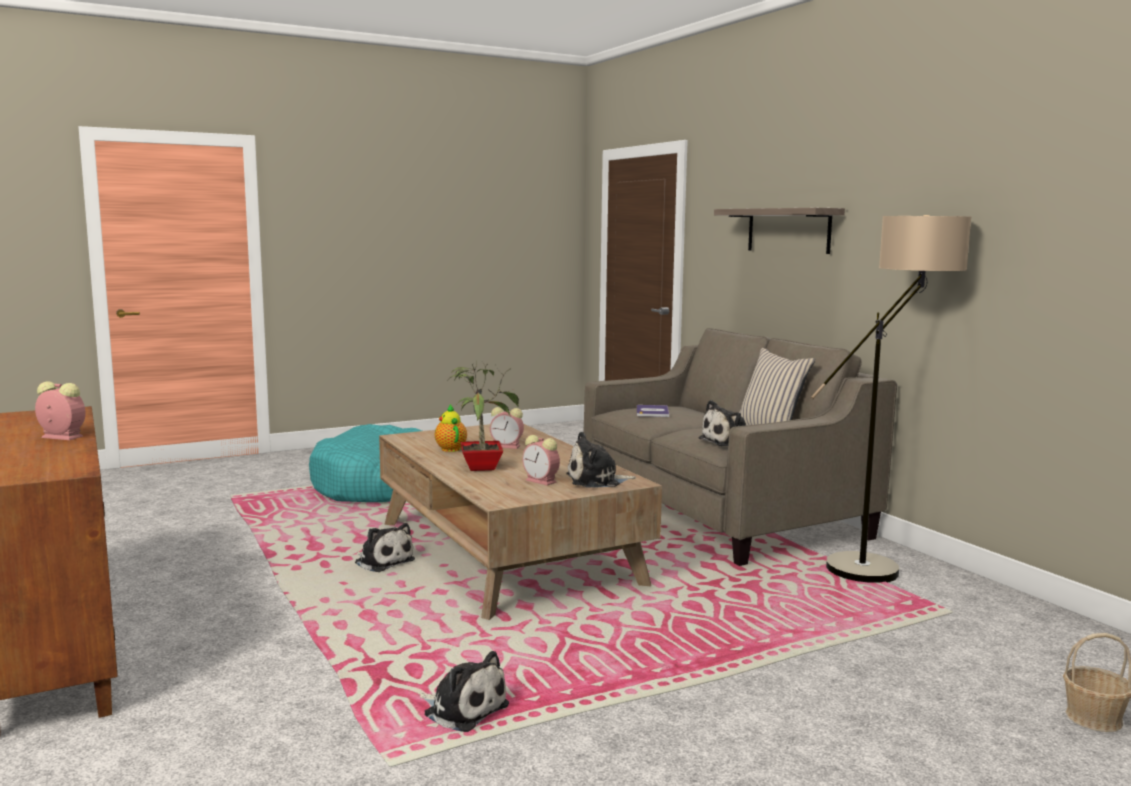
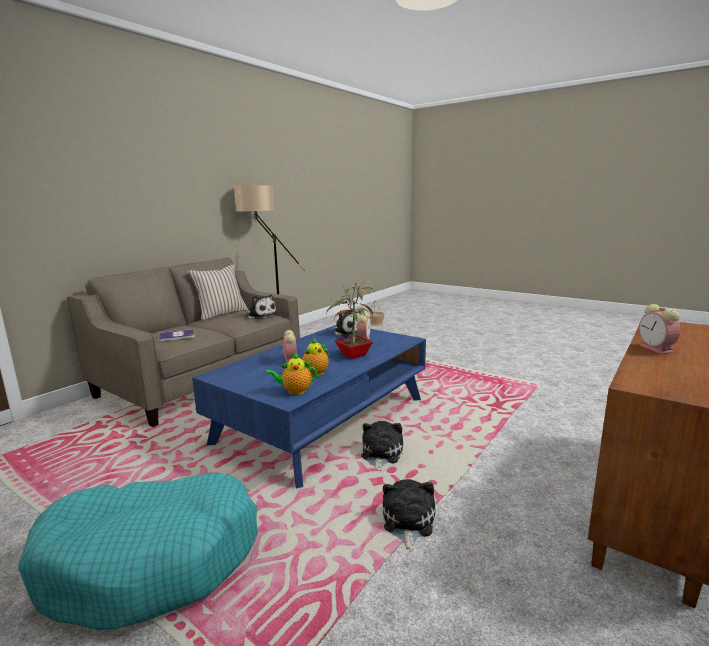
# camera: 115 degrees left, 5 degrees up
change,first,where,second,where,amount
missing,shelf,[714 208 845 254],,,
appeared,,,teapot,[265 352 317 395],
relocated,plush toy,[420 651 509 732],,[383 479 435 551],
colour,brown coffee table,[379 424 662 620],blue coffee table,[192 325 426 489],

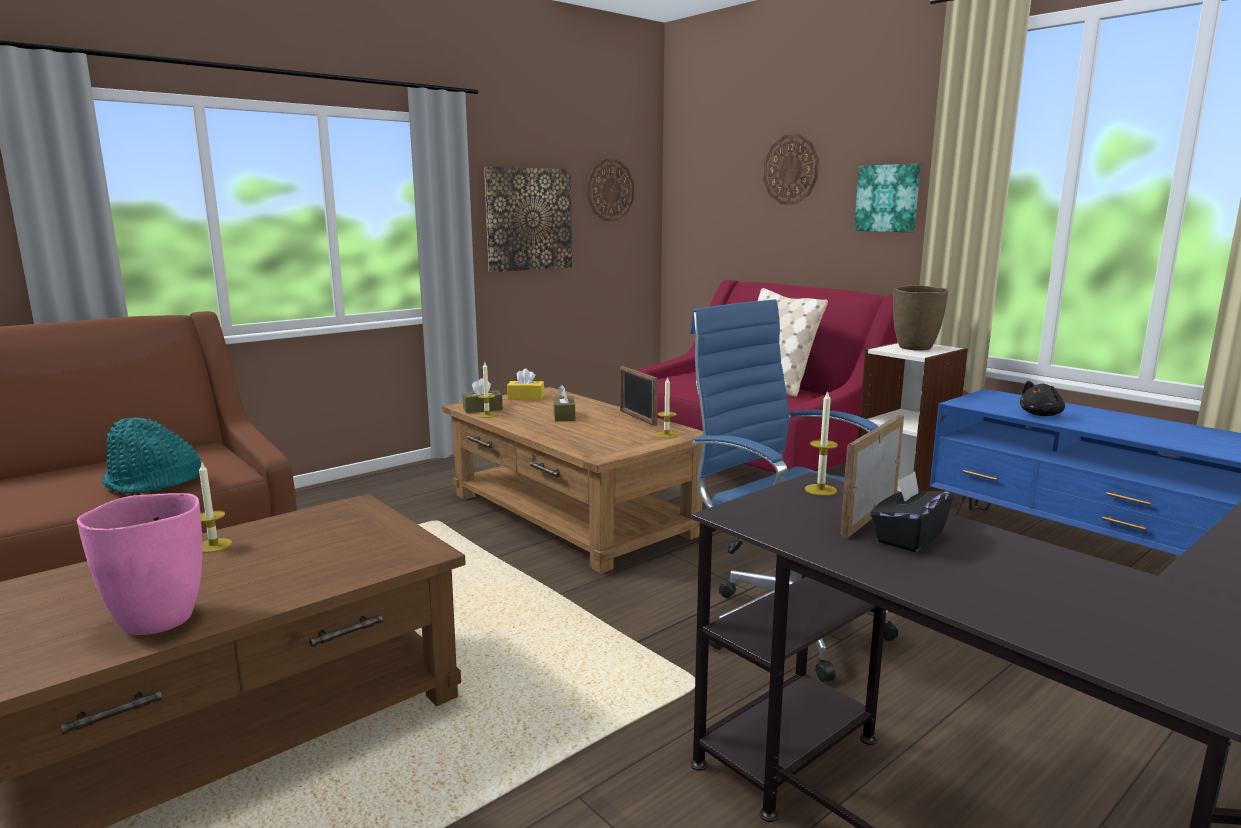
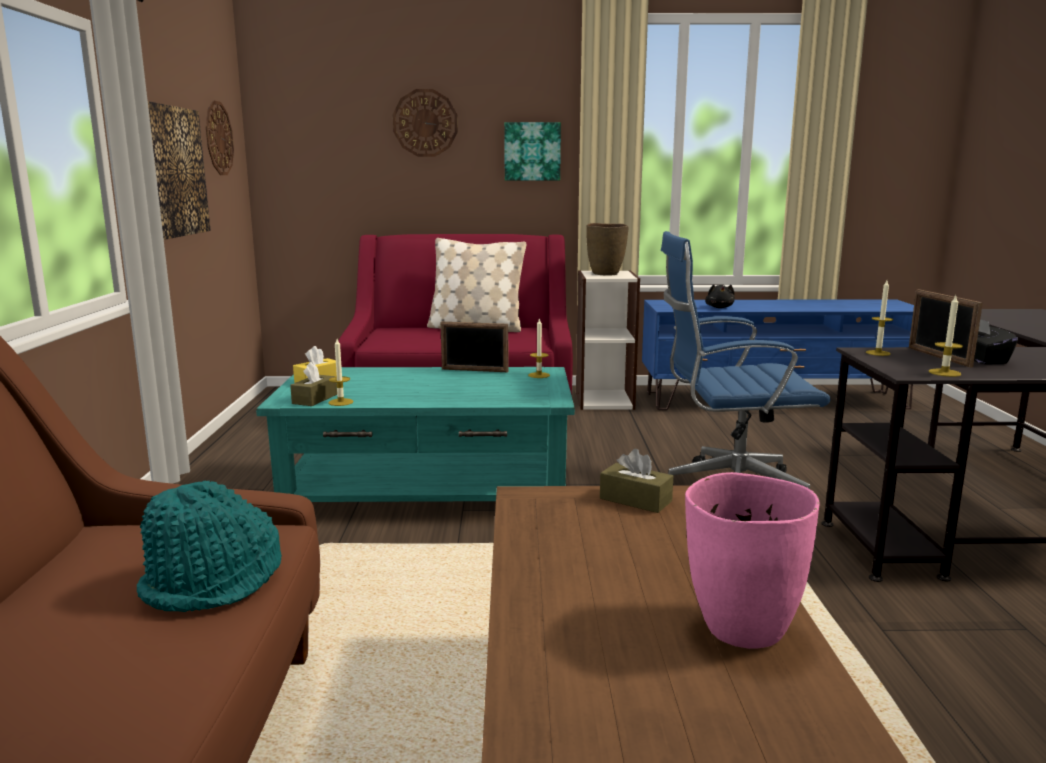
# camera: 50 degrees left, 0 degrees up
change,first,where,second,where,amount
relocated,candle,[199 463 232 553],,[929 296 963 377],
relocated,brown tissue box,[553 385 575 421],,[600 449 673 513],
colour,brown coffee table,[442 387 703 574],turquoise coffee table,[256 367 575 502],

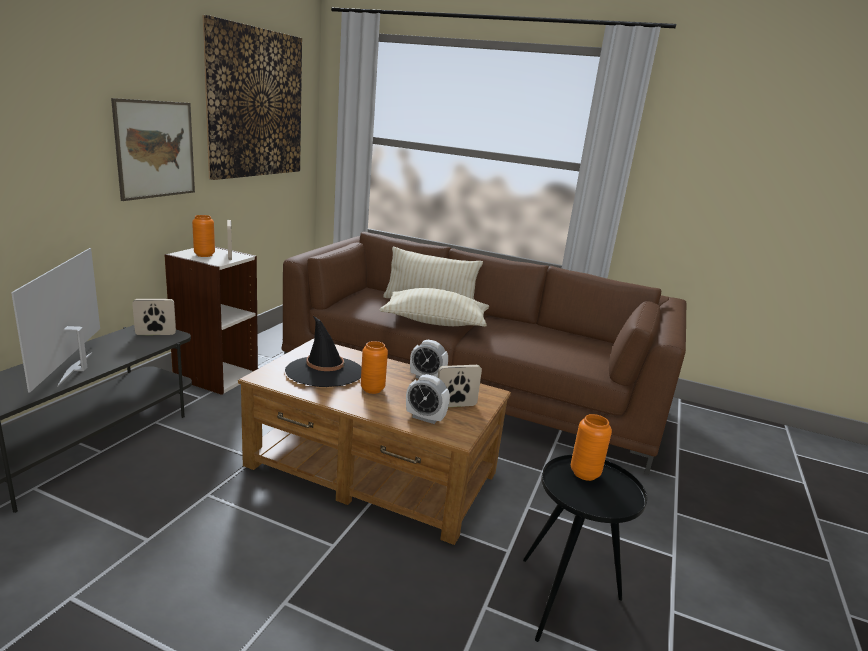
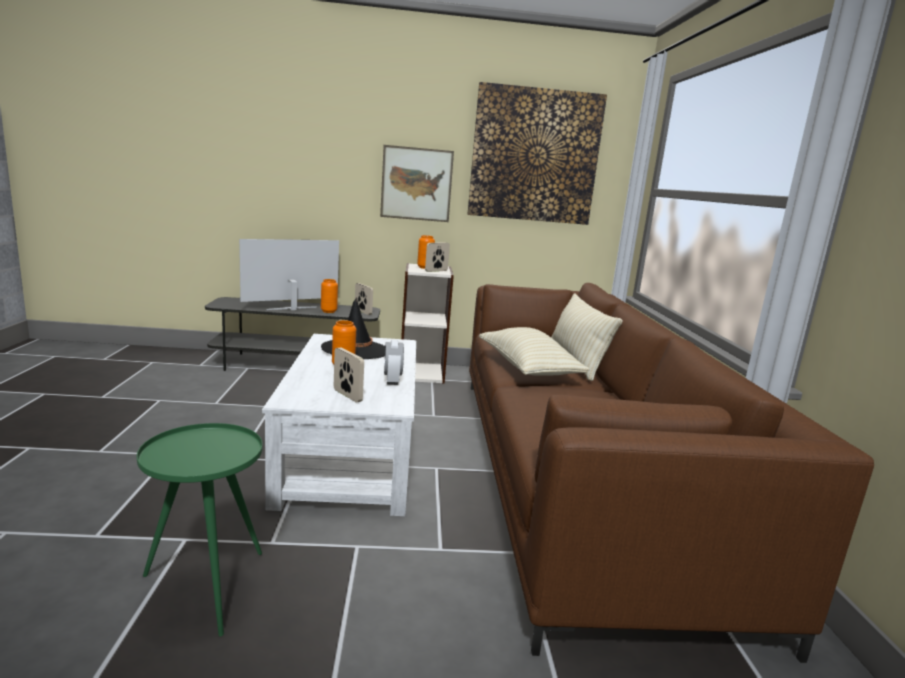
# camera: 65 degrees right, 5 degrees down
change,first,where,second,where,amount
missing,alarm clock,[406 374 450 424],,,
relocated,orange vase,[571 414 612 481],,[321 279 338 313],
colour,brown coffee table,[238 338 511 545],white coffee table,[262 334 416 516],
colour,black side table,[523 455 647 642],green side table,[137 423 262 636],

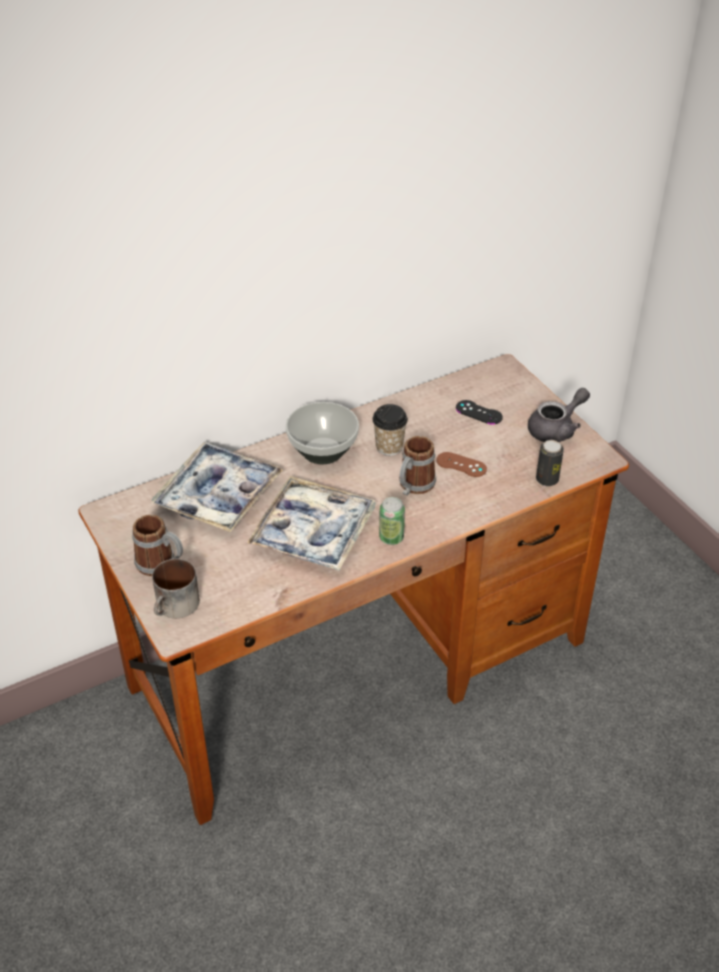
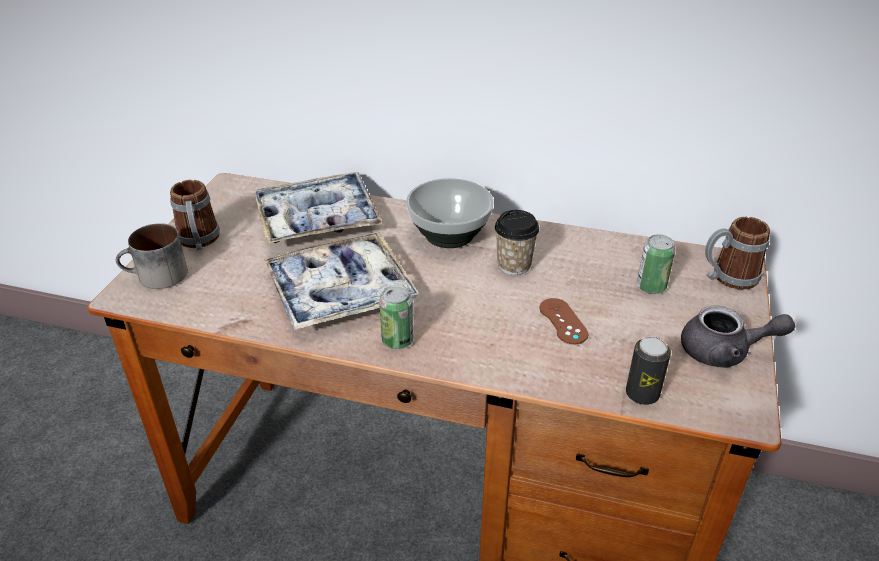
# camera: 45 degrees right, 5 degrees down
change,first,where,second,where,amount
relocated,mug,[399 436 436 496],,[705 217 770 290],
exchanged,black game controller,[456 400 503 425],can,[637 234 675 294],

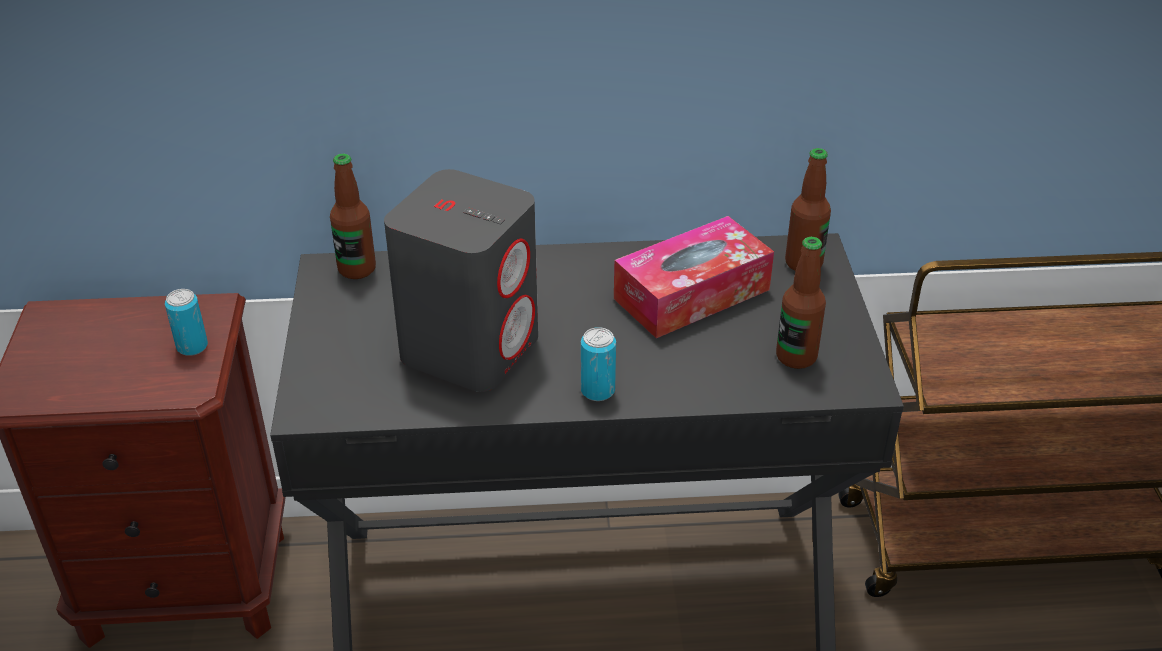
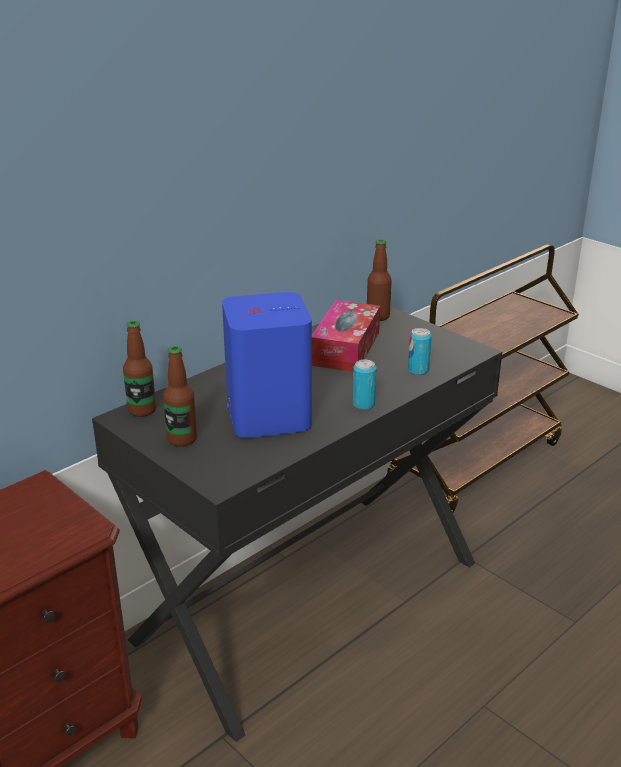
# camera: 40 degrees left, 10 degrees down
change,first,where,second,where,amount
relocated,can,[165 289 208 356],,[408 328 432 375],
relocated,bottle,[776 237 826 369],,[163 346 197 447],
colour,grey speaker,[384 169 538 392],blue speaker,[222 292 312 438],

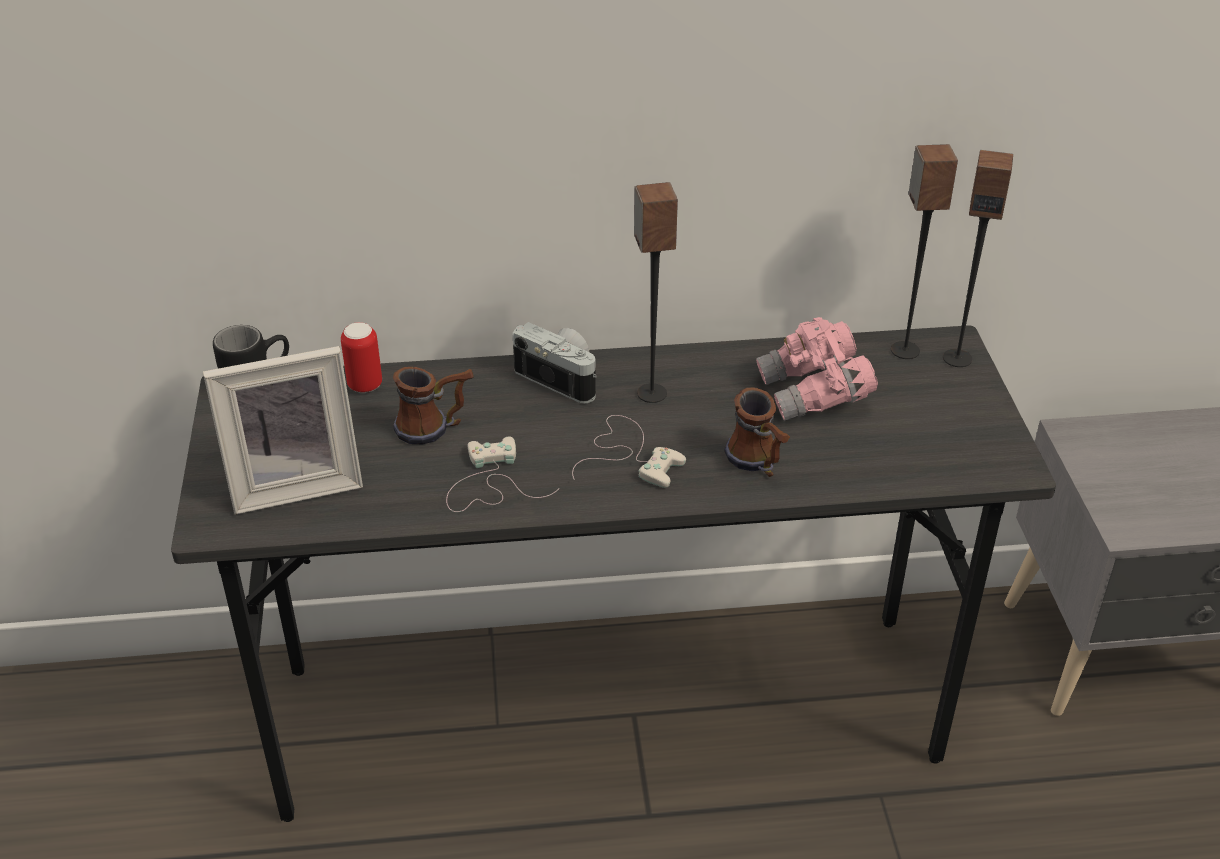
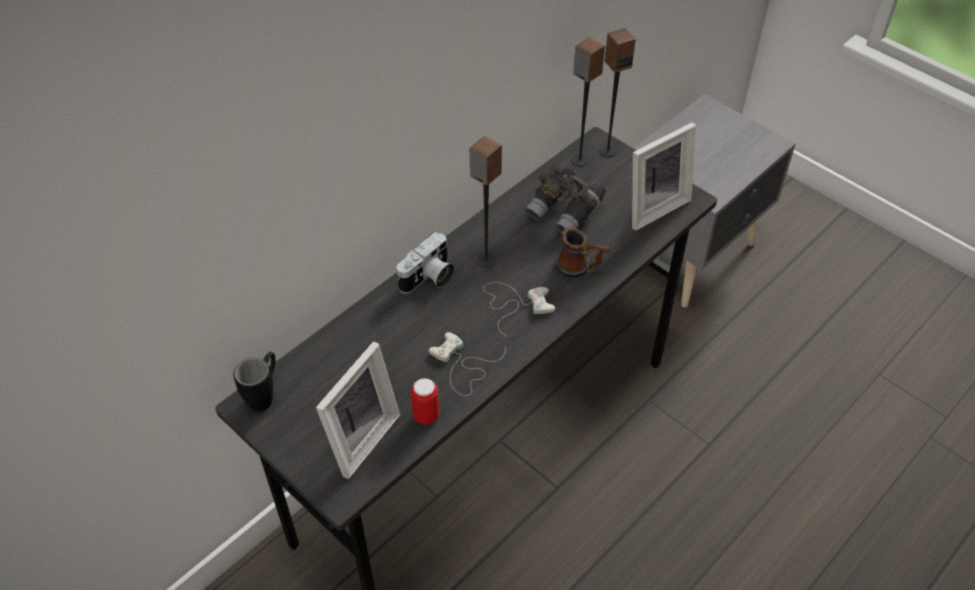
# camera: 40 degrees left, 10 degrees up
change,first,where,second,where,amount
missing,mug,[393 367 473 444],,,
appeared,,,picture frame,[632 122 696 231],
relocated,can,[341 322 382 393],,[411 378 439 425],
colour,pink binoculars,[756 317 878 421],grey binoculars,[525 163 606 234],
spun,photo camera,[513 322 597 403],,[397 232 455 294],135 degrees clockwise

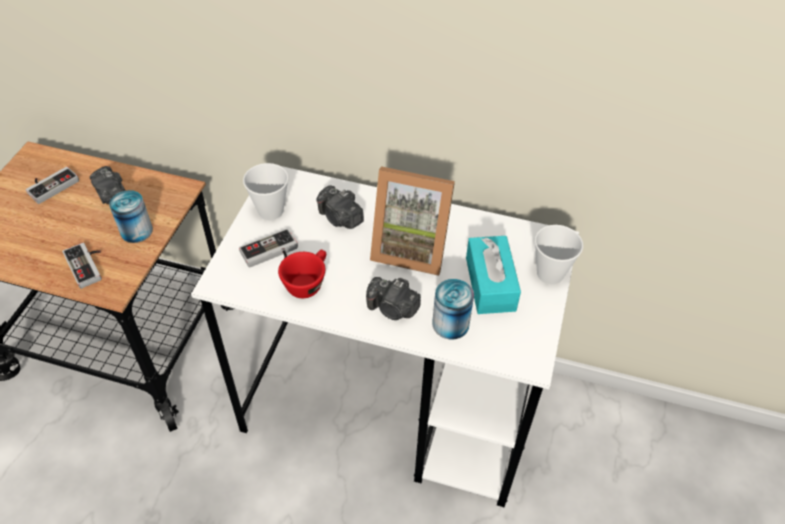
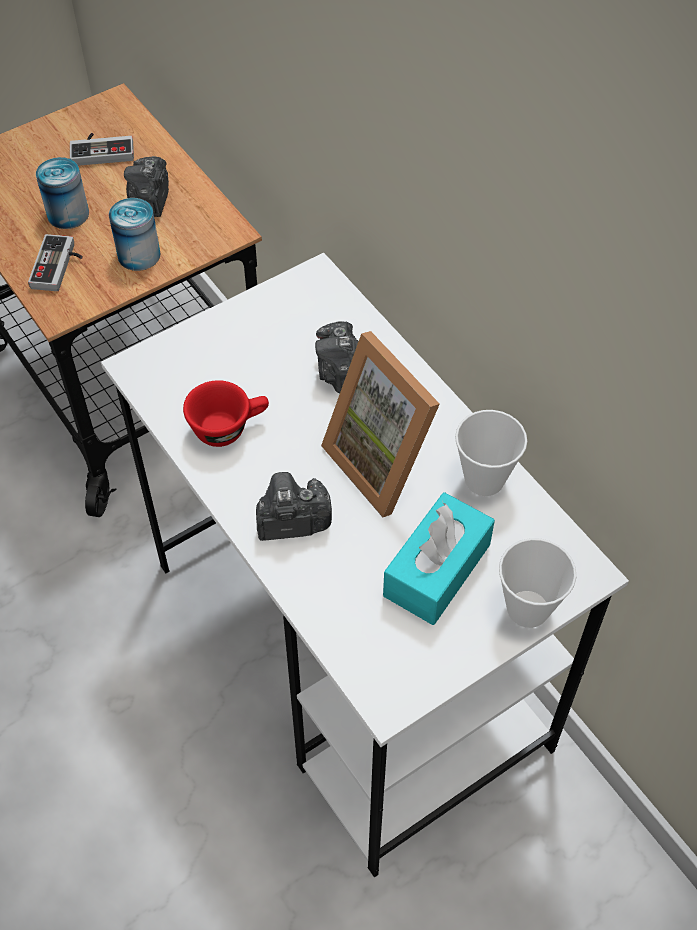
# camera: 40 degrees right, 5 degrees up
change,first,where,second,where,amount
missing,game controller,[239 228 298 268],,,
relocated,cup,[243 163 289 220],,[455 410 527 496],
relocated,can,[432 279 474 340],,[36 157 89 229],
spun,photo camera,[366 277 421 320],,[256 472 332 541],105 degrees clockwise

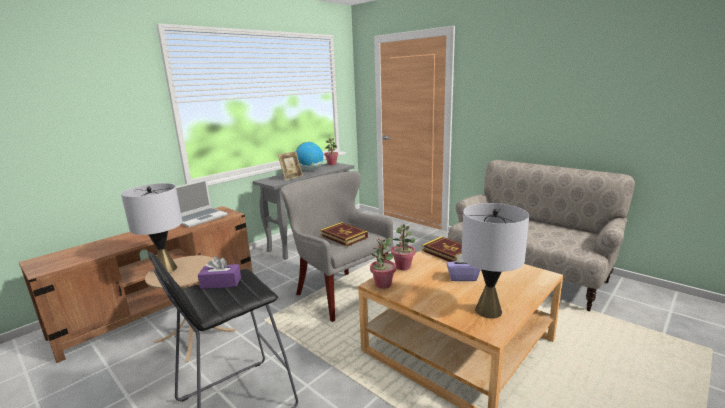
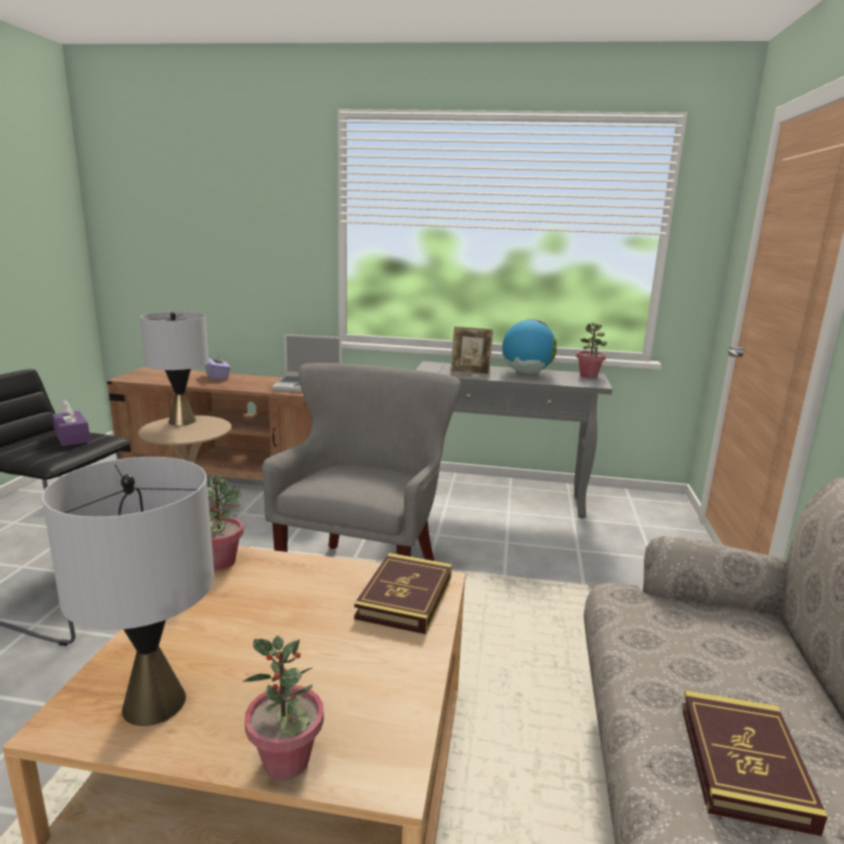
# camera: 55 degrees right, 0 degrees up
change,first,where,second,where,amount
relocated,book,[320 222 368 246],,[681 690 828 836],
relocated,potted plant,[391 224 415 270],,[242 636 324 780],
relocated,purple tissue box,[446 254 481 281],,[205 353 230 380],

